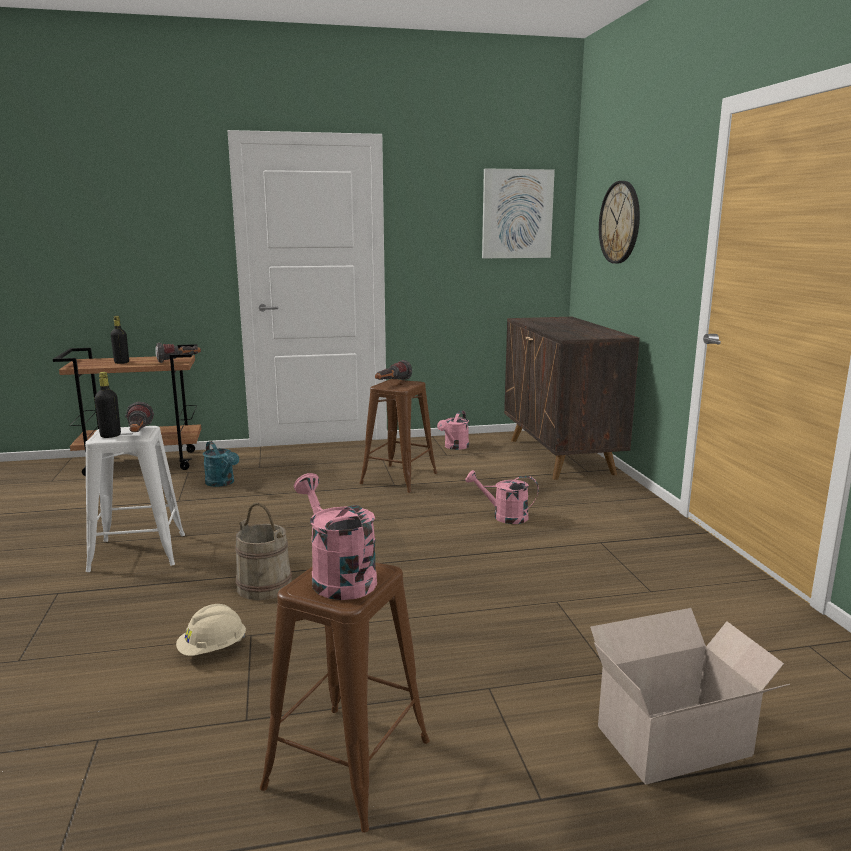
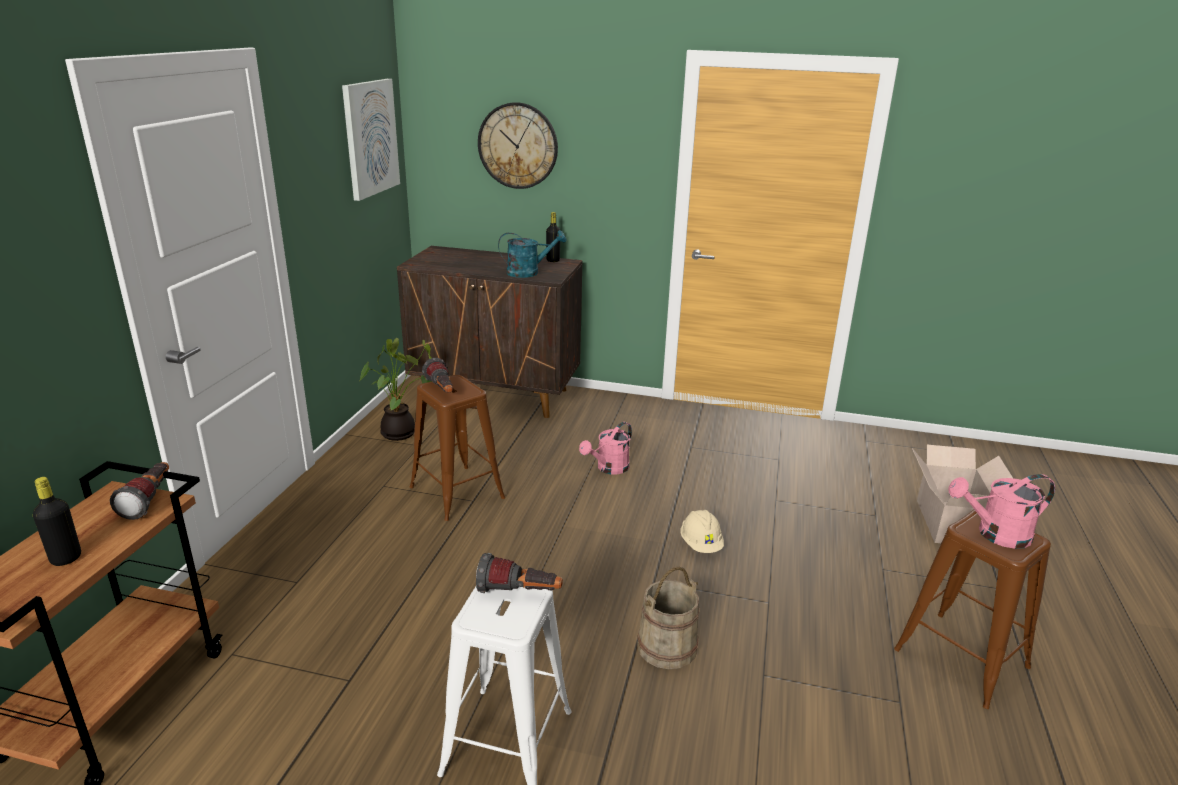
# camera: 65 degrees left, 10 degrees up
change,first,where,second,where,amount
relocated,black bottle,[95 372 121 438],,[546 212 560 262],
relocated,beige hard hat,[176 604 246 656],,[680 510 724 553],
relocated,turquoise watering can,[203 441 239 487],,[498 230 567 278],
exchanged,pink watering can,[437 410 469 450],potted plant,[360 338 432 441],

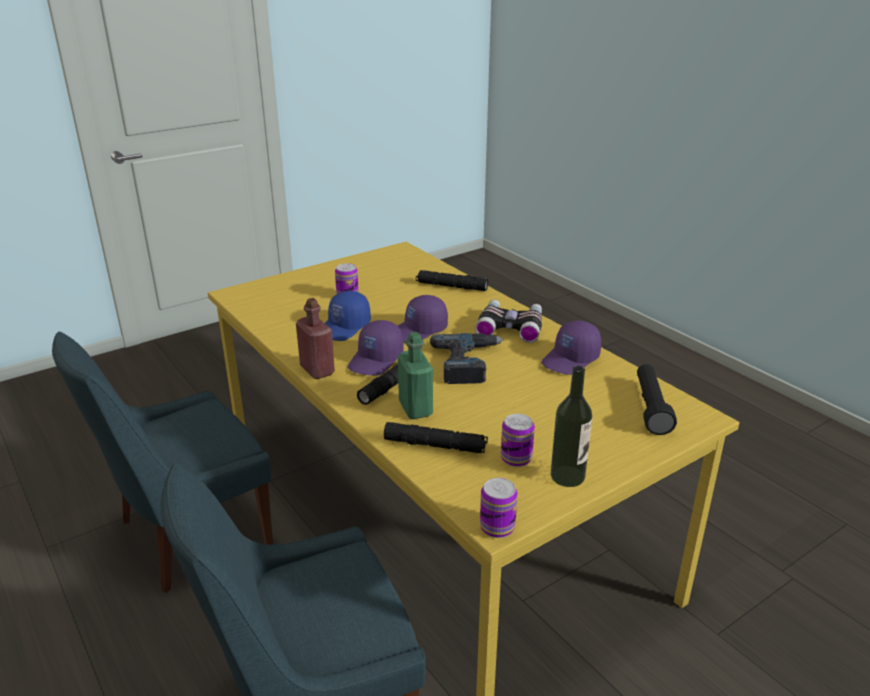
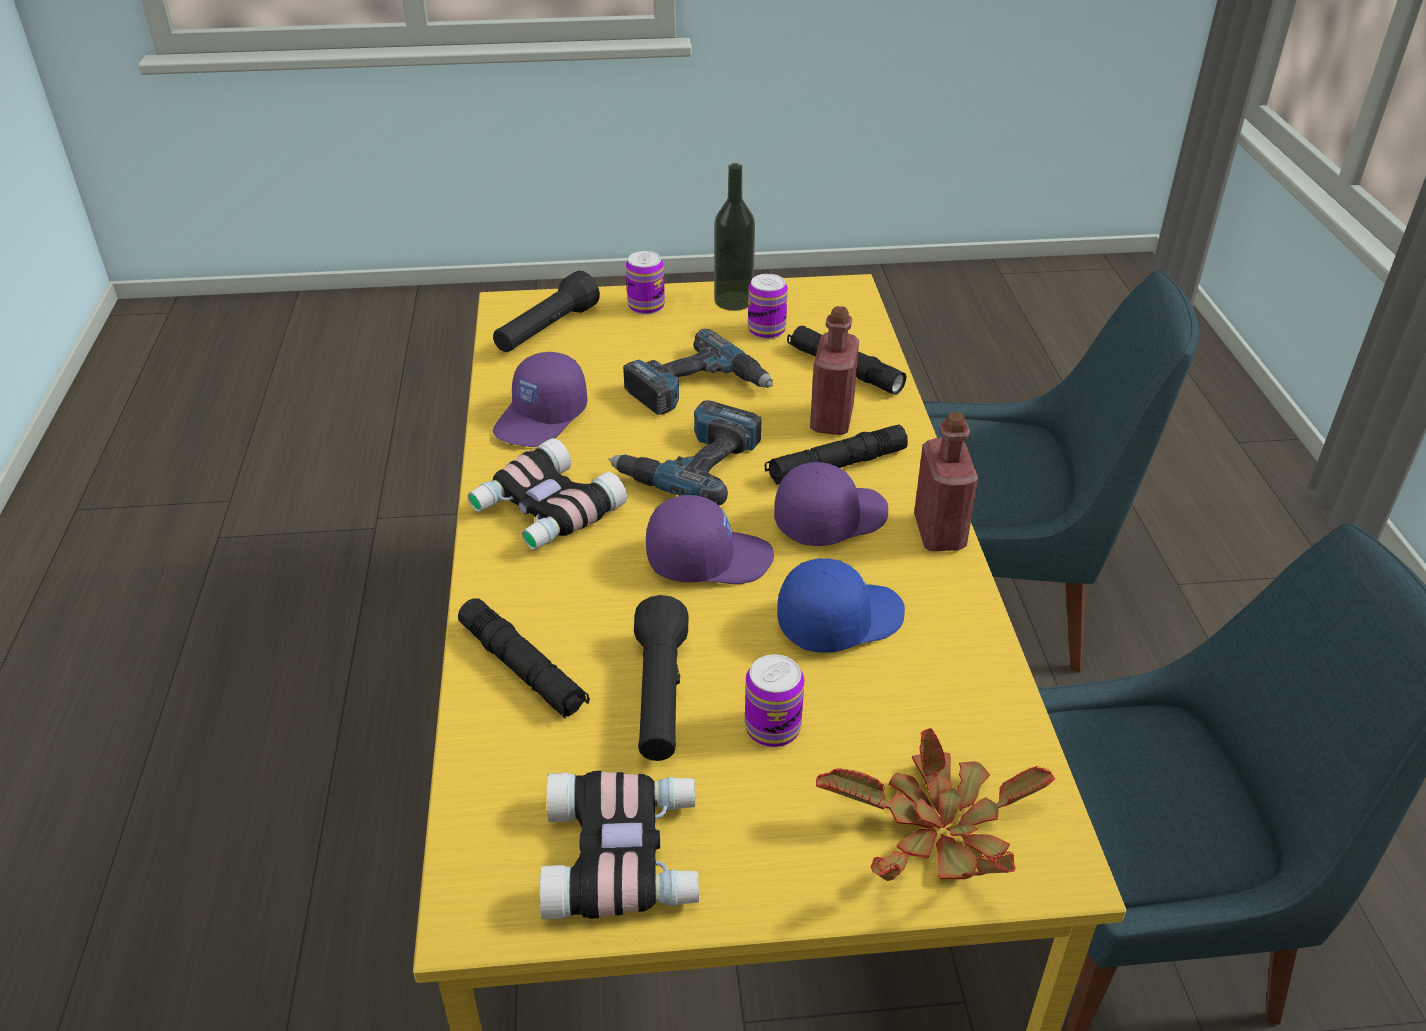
# camera: 150 degrees left, 10 degrees up
change,first,where,second,where,amount
appeared,,,binoculars,[539 771 699 920],
appeared,,,power drill,[623 329 773 415],
appeared,,,black flashlight,[634 595 688 761],
appeared,,,potted plant,[816 728 1055 881],
relocated,can,[480 478 518 538],,[626 251 665 315],
colour,green bottle,[398 332 433 419],red bottle,[810 306 859 435],
spun,purple cap,[541 321 601 375],,[493 352 587 447],135 degrees clockwise

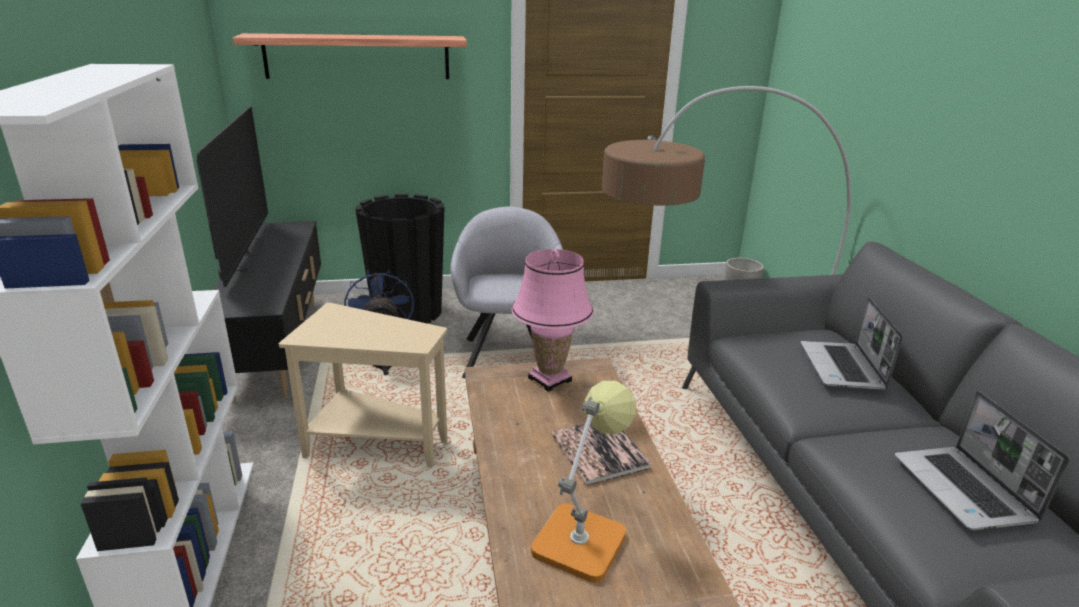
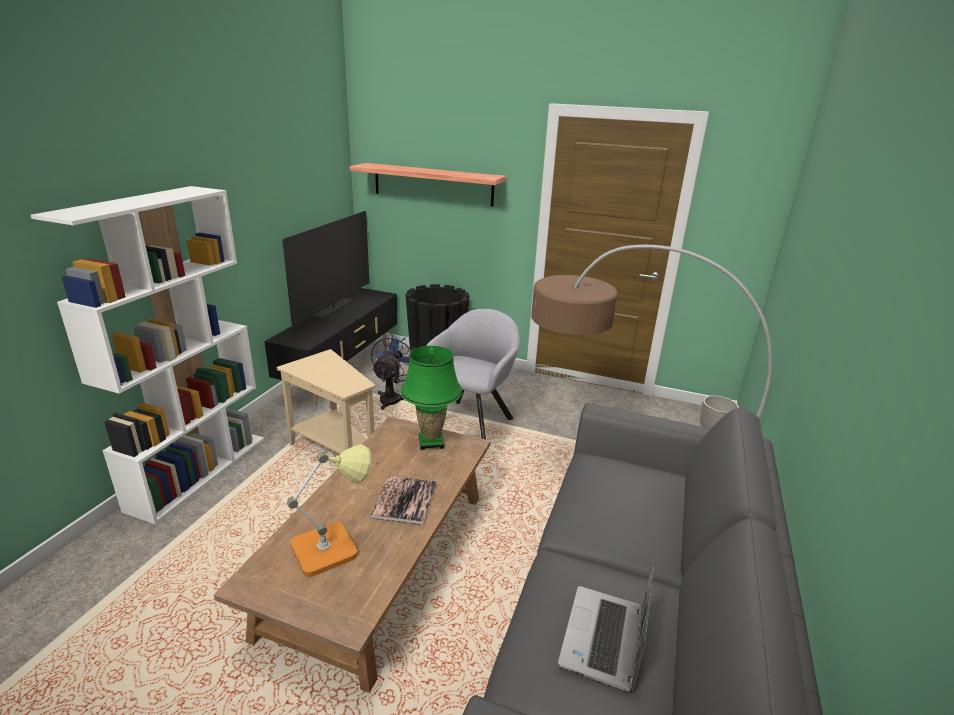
# camera: 30 degrees right, 0 degrees up
change,first,where,second,where,amount
missing,laptop,[801 297 903 390],,,
colour,pink table lamp,[512 249 594 392],green table lamp,[400 346 462 450],

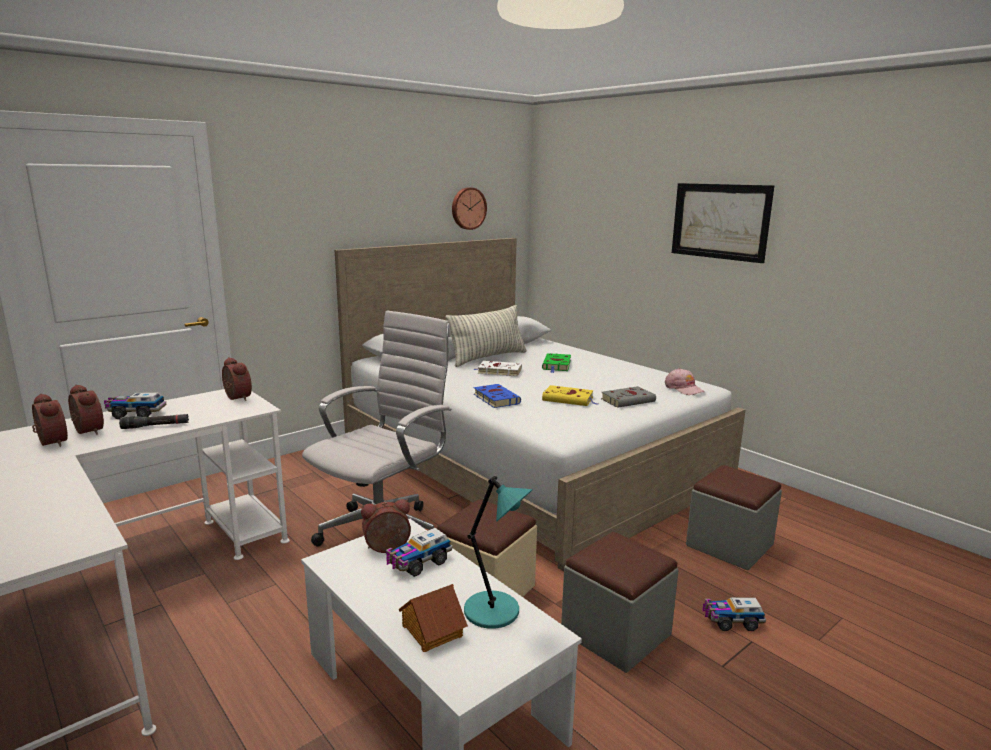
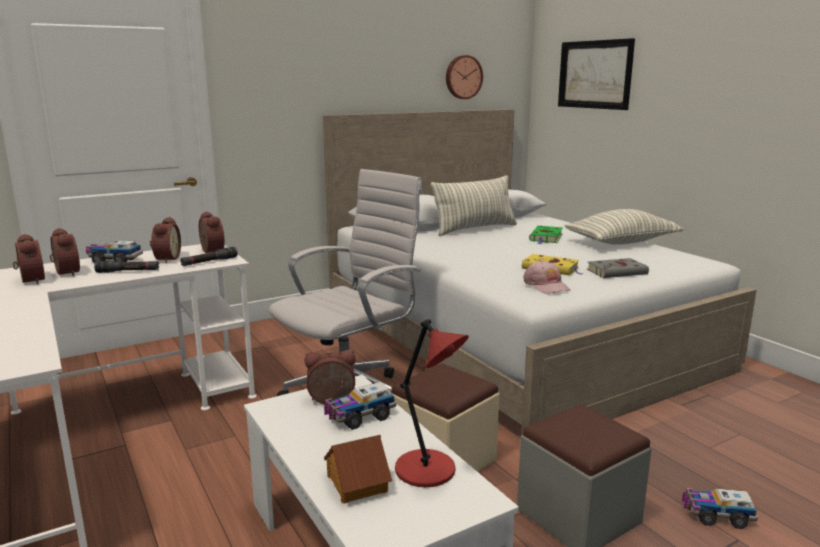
# camera: 10 degrees right, 0 degrees up
change,first,where,second,where,amount
missing,white book,[474 361 522 377],,,
missing,blue book,[474 384 521 408],,,
missing,grey ottoman,[686 465 782 570],,,
appeared,,,alarm clock,[150 217 181 263],
appeared,,,black flashlight,[180 247 237 266],
appeared,,,pillow,[564 209 683 245],
relocated,pink cap,[665 368 705 395],,[523 260 570 294],
relocated,picture,[672 183 774 263],,[558 38 635 110],
colour,turquoise table lamp,[464 476 533 629],red table lamp,[395 319 469 487],

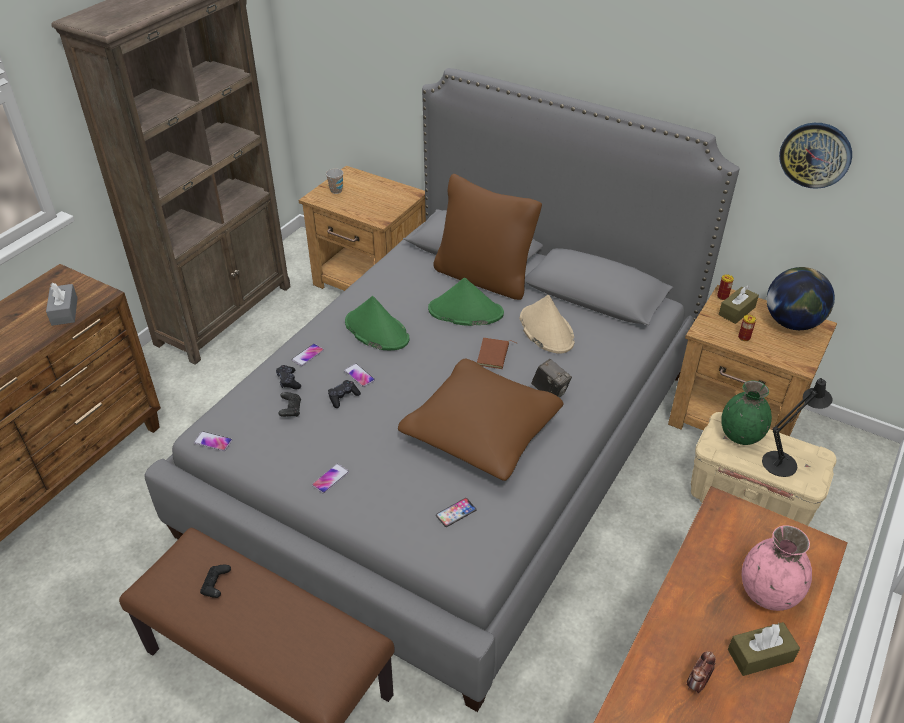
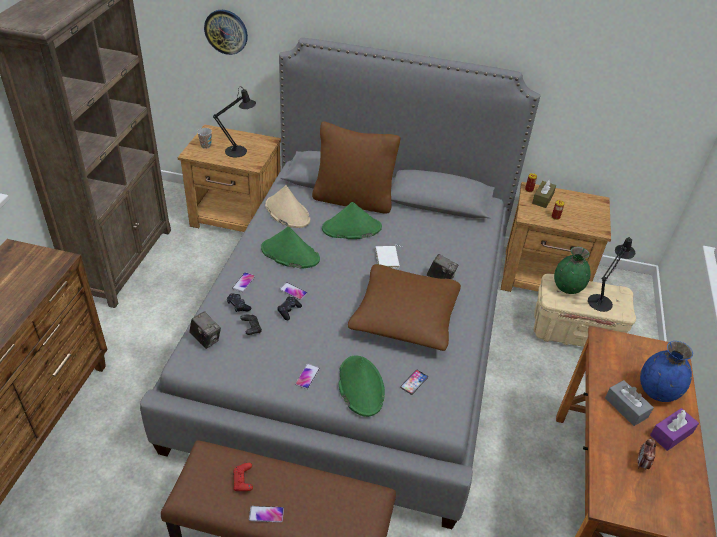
# camera: 20 degrees left, 0 degrees up
change,first,where,second,where,amount
missing,globe,[767 267 835 330],,,
appeared,,,photo camera,[189 312 221 349],
appeared,,,black table lamp,[213 87 256 158],
appeared,,,green hat,[338 356 385 417],
relocated,grey tissue box,[46 283 78 326],,[605 380 654 426],
relocated,phone,[194 431 232 451],,[249 506 284 522],
relocated,beige hat,[520 295 575 354],,[265 185 310 228],
relocated,wall clock,[779 123 852 189],,[204 10 248 55],
colour,black game controller,[200 565 231 598],red game controller,[233 463 253 491],
colour,brown book,[477 338 516 369],white book,[376 245 402 268],
colour,brown tissue box,[728 622 800 676],purple tissue box,[650 408 699 451],
colour,pink vase,[742 525 812 611],blue vase,[640 341 693 402],

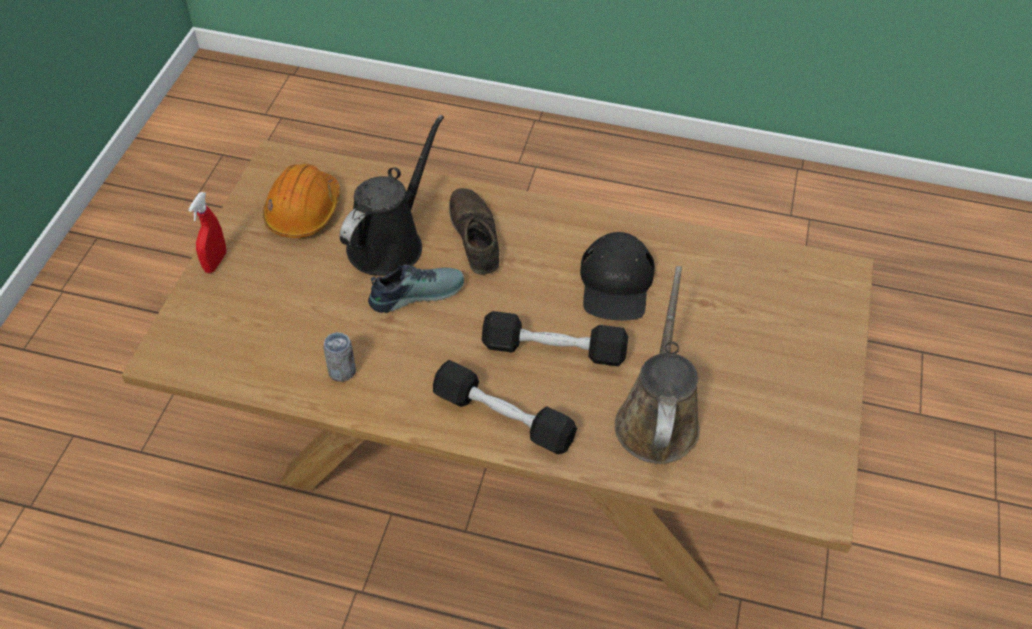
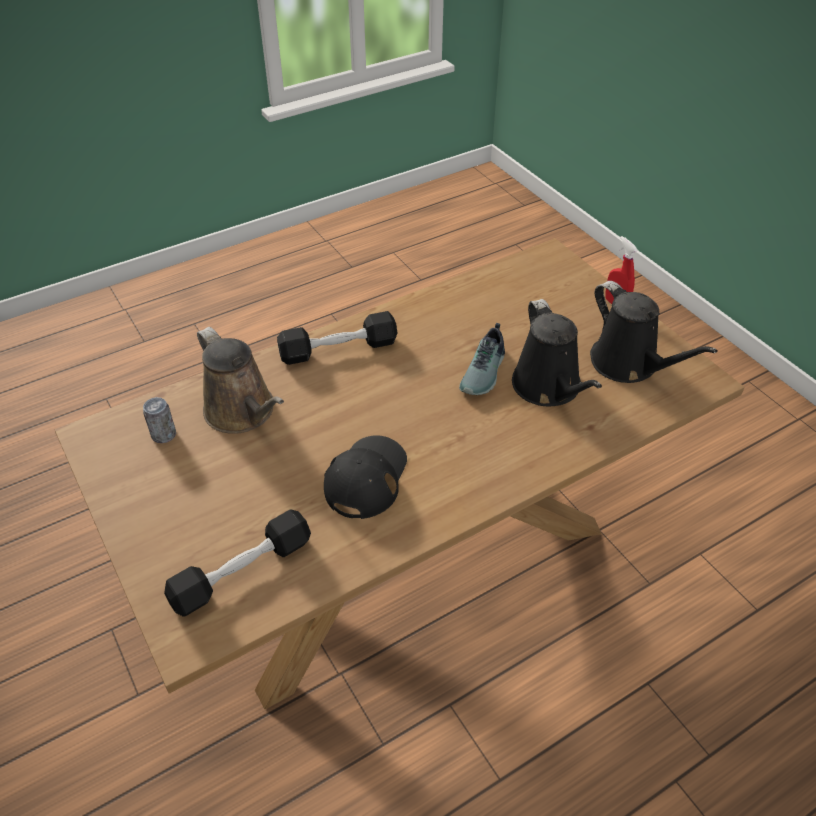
# camera: 135 degrees right, 5 degrees down
change,first,where,second,where,amount
missing,brown shoe,[449 188 499 275],,,
relocated,can,[323 332 356 382],,[143 397 176 443],
relocated,black dumbbell,[482 311 628 366],,[164 510 311 617],
exchanged,orange hard hat,[263 164 340 238],black watering can,[590 281 718 383],
spun,black cap,[580 232 655 321],,[324 435 407 519],60 degrees clockwise

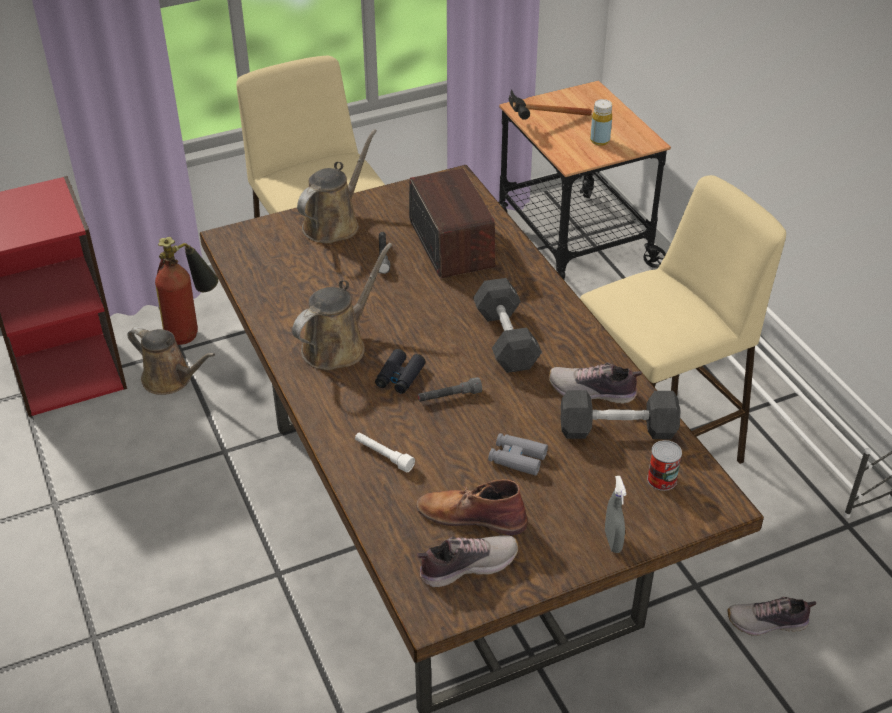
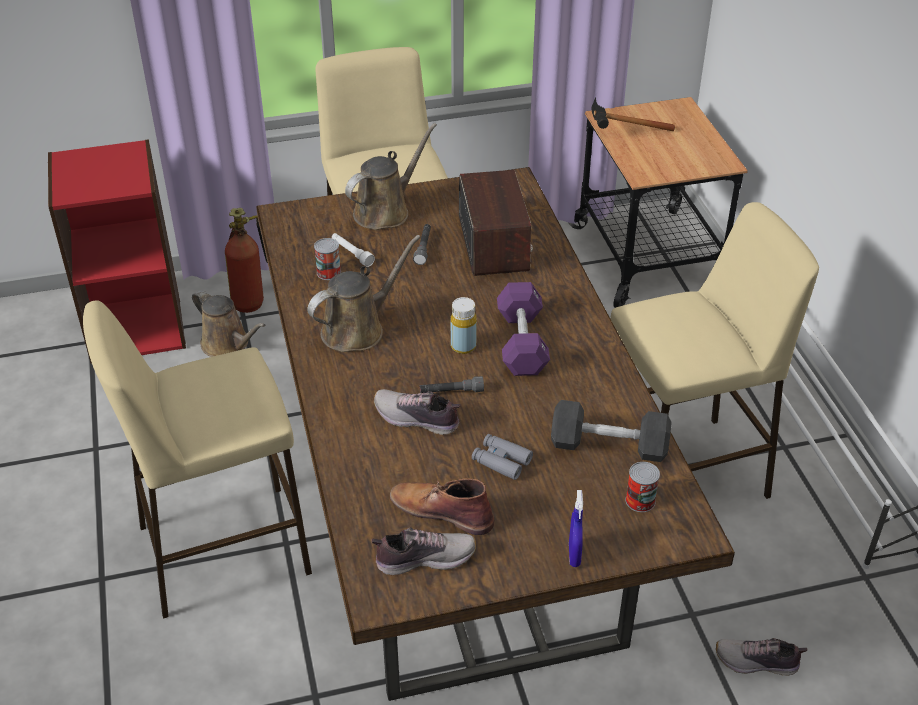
# camera: 10 degrees right, 0 degrees up
change,first,where,second,where,amount
missing,black binoculars,[375 349 425 394],,,
appeared,,,beige stool,[83 300 312 618],
appeared,,,can,[314 238 341 280],
relocated,white flashlight,[355 432 415 473],,[332 233 375 267],
relocated,shoe,[549 362 642 404],,[374 389 461 435],
relocated,yellow bottle,[590 99 612 146],,[451 297 477 354],
colour,black dumbbell,[473 278 542 373],purple dumbbell,[497 282 550 376],
colour,grey spray bottle,[605 476 627 553],blue spray bottle,[569 490 583 567],

